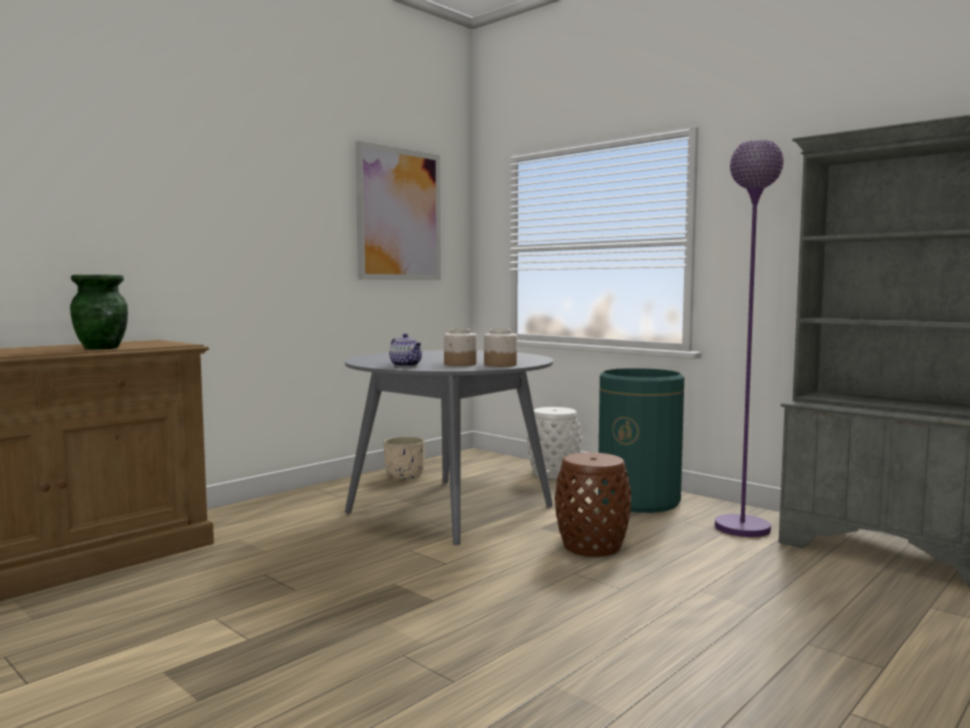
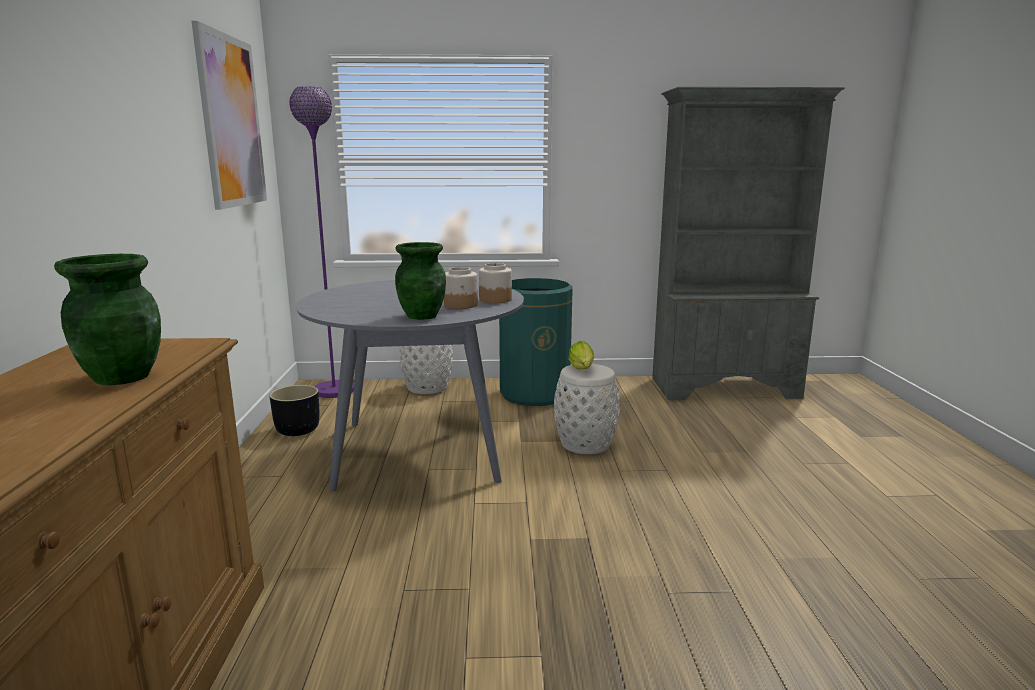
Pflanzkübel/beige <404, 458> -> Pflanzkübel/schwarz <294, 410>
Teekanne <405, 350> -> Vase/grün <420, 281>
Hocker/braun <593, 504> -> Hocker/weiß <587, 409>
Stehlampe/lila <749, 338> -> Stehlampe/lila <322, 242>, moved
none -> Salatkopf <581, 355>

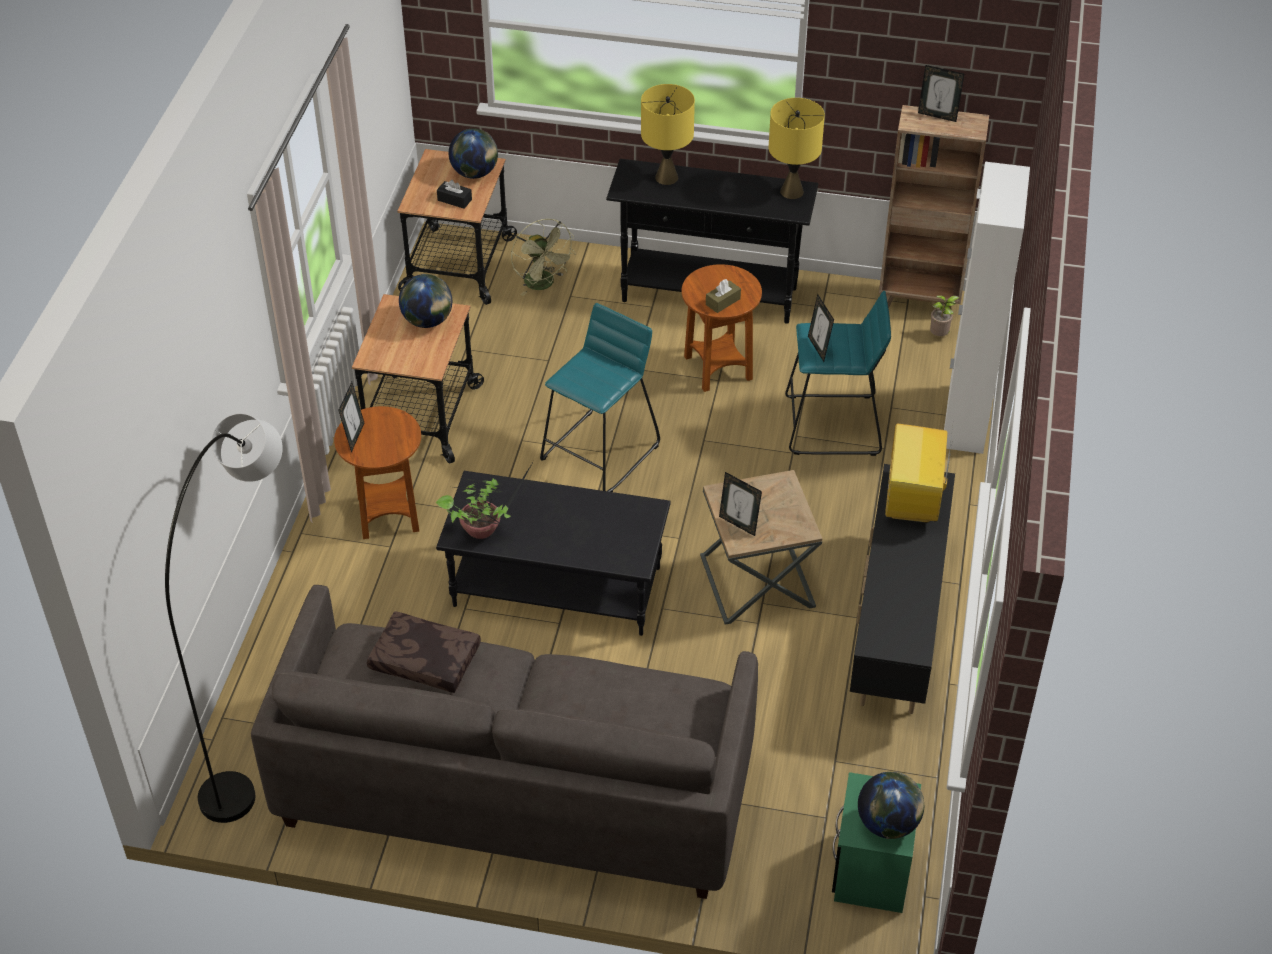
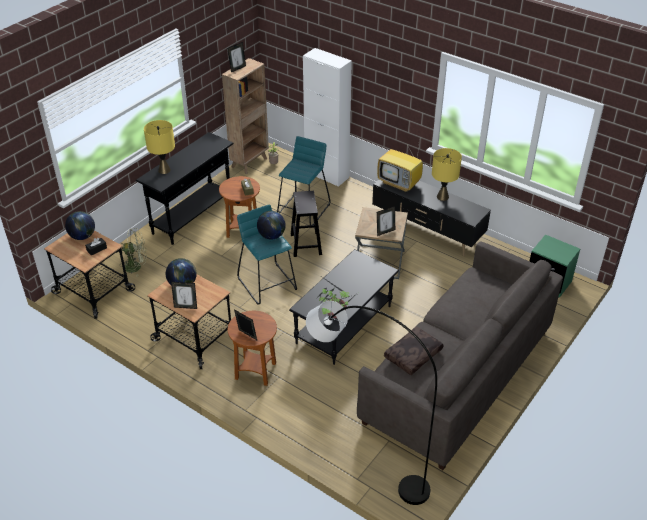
Tischlampe/gelb <797, 148> -> Tischlampe/gelb <447, 174>, moved
Bilderrahmen <821, 328> -> Bilderrahmen <184, 295>, moved
Globus <891, 805> -> Globus <271, 225>, moved
none -> Hocker/schwarz <306, 224>

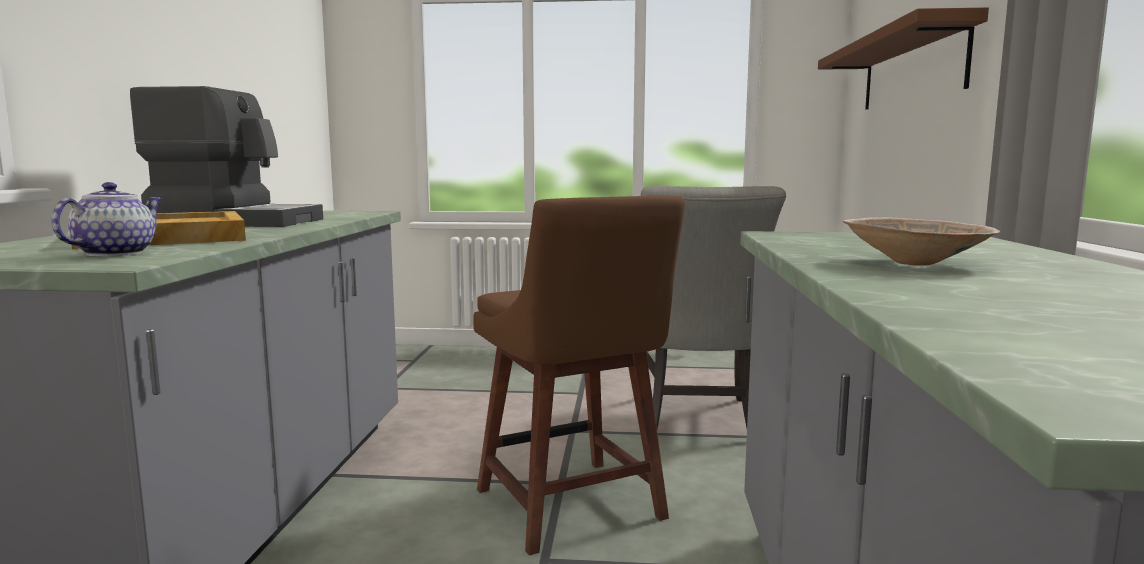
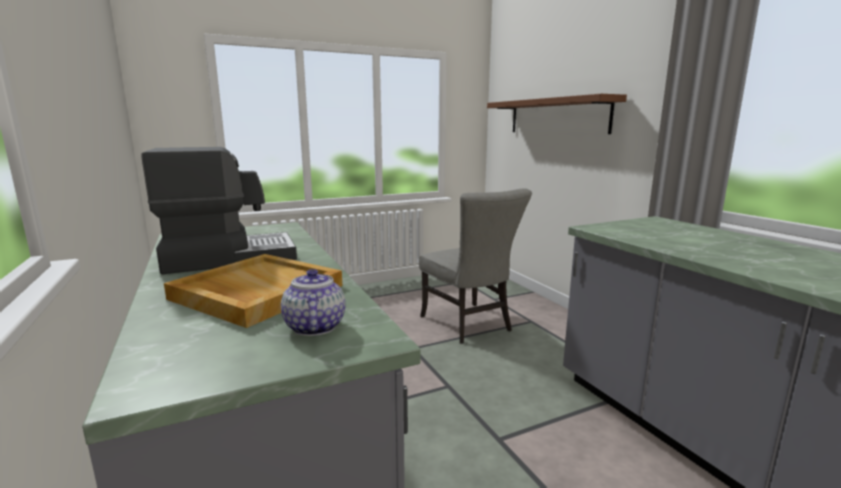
Hocker/braun <579, 375> -> none
Schüssel/beige <921, 241> -> none

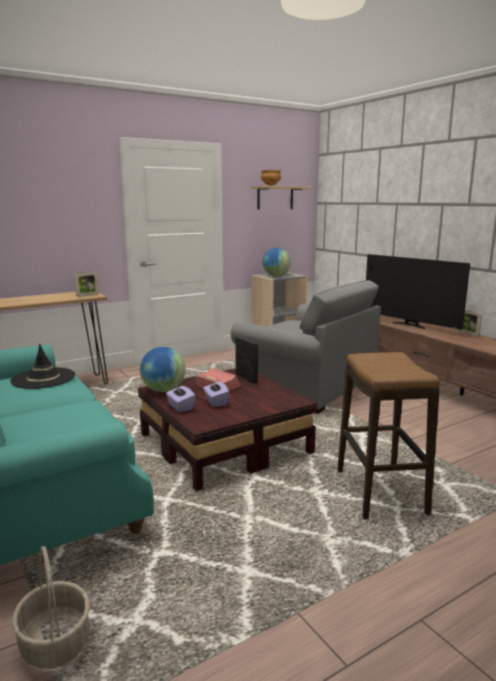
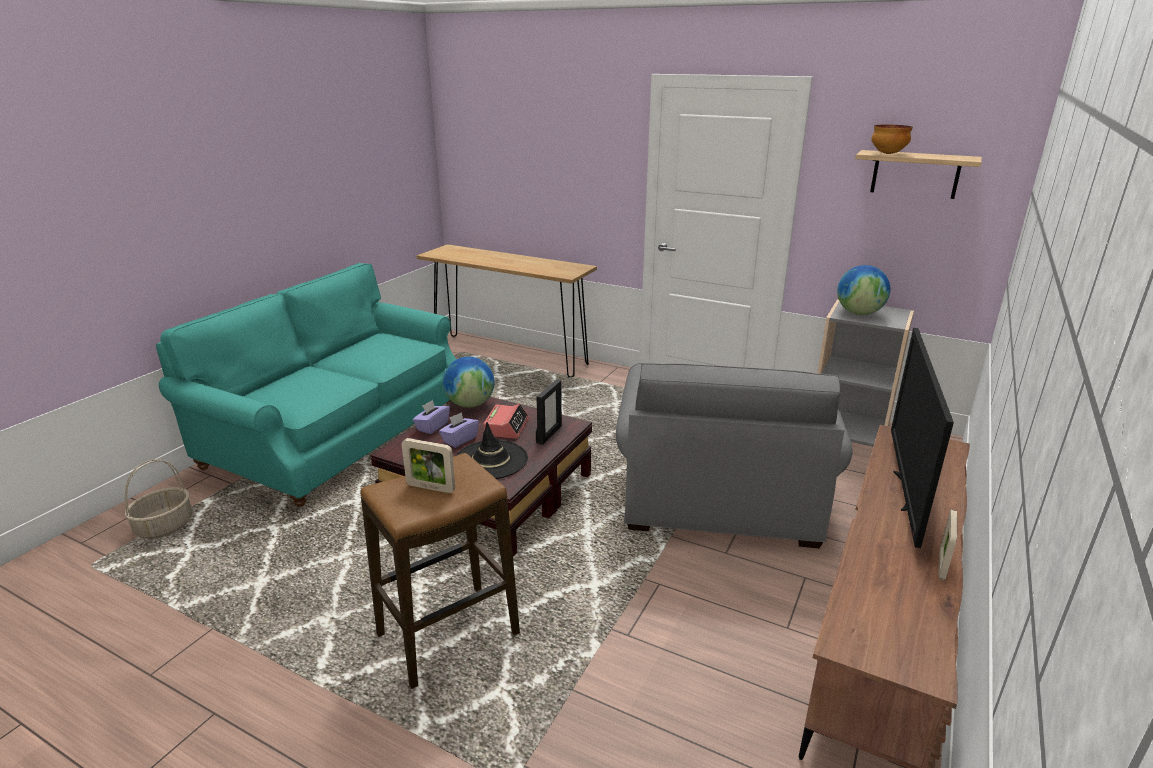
Hut/schwarz <42, 366> -> Hut/schwarz <492, 450>, moved
Bilderrahmen <86, 284> -> Bilderrahmen <428, 465>, moved

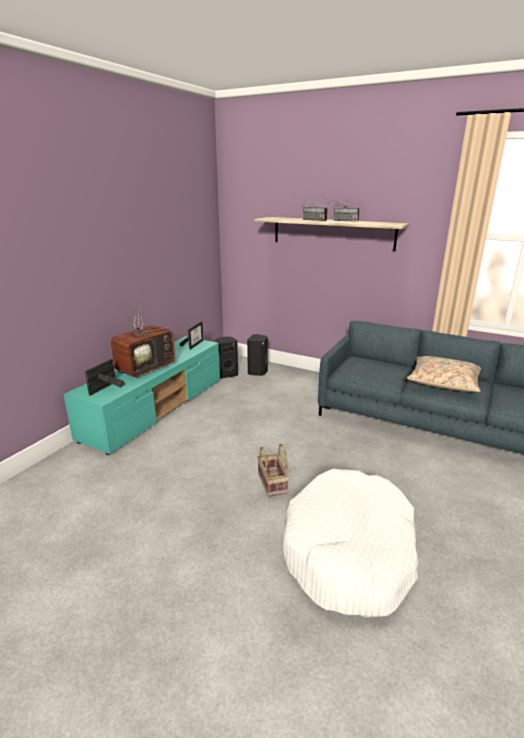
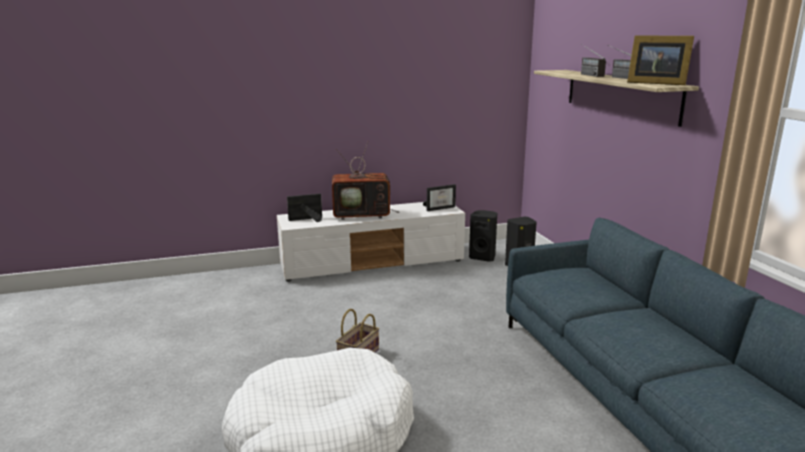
Fernsehschrank/türkis <141, 395> -> Fernsehschrank/weiß <371, 242>
Kissen/beige <444, 374> -> none
none -> Bilderrahmen <660, 60>

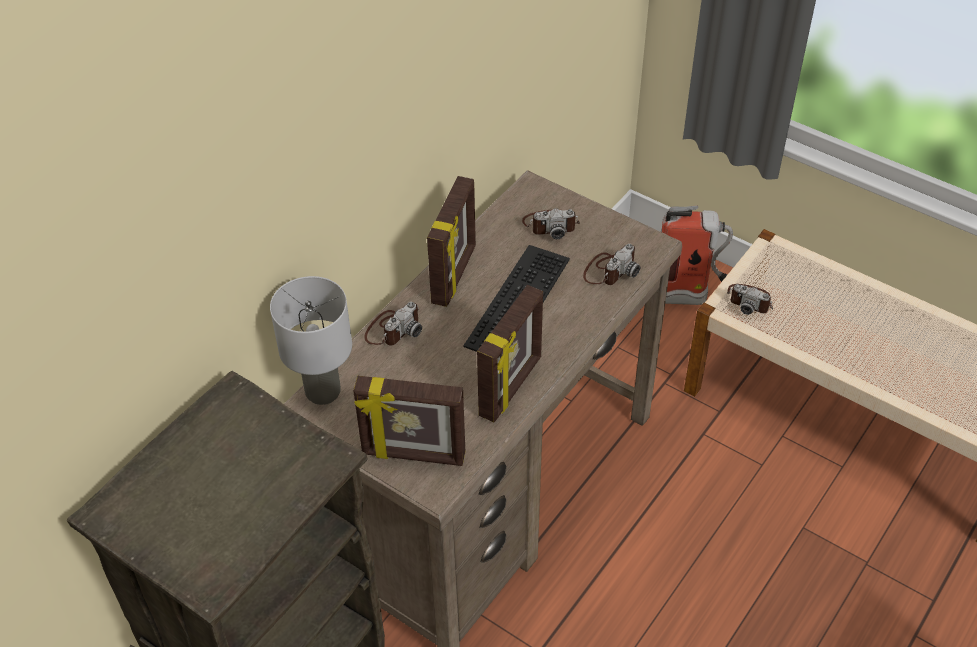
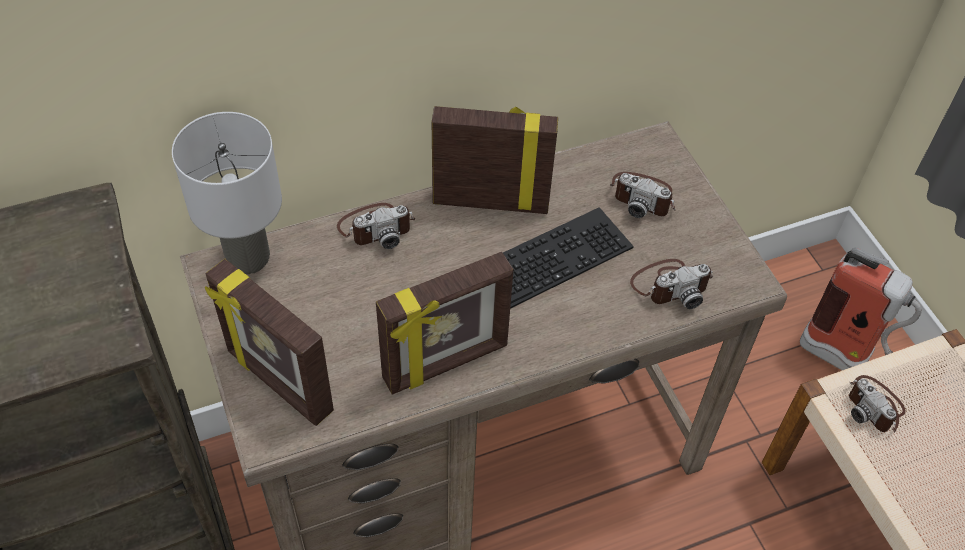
Bilderrahmen <451, 241> -> Bilderrahmen <495, 160>, 135 degrees counterclockwise

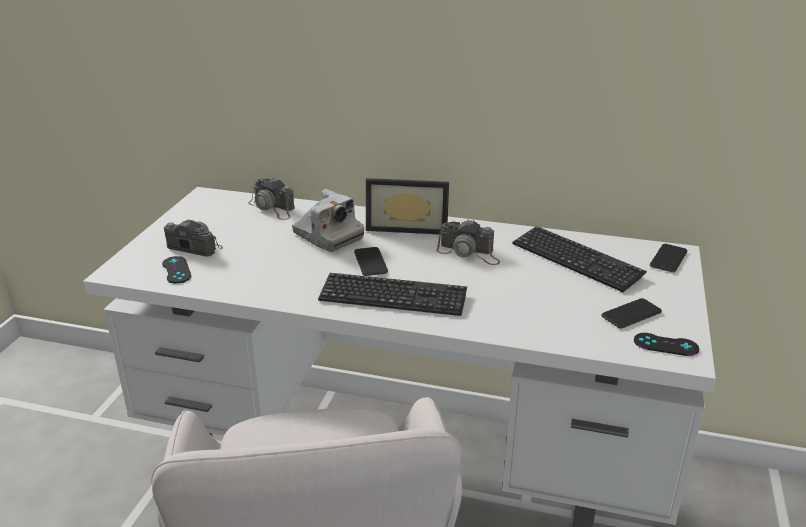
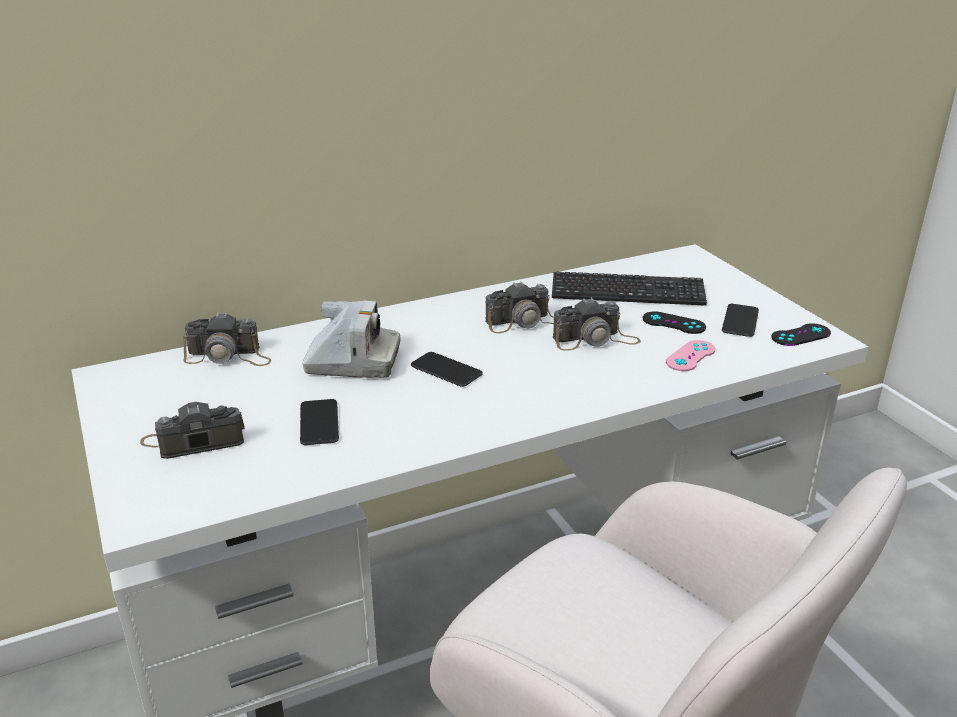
Gamepad/schwarz <176, 270> -> Gamepad/schwarz <674, 322>, moved
Tastatur <392, 294> -> none
Bilderrahmen <407, 206> -> none
Handy <668, 258> -> Handy <319, 422>, moved
none -> Kamera <597, 324>
none -> Gamepad/rosa <690, 355>

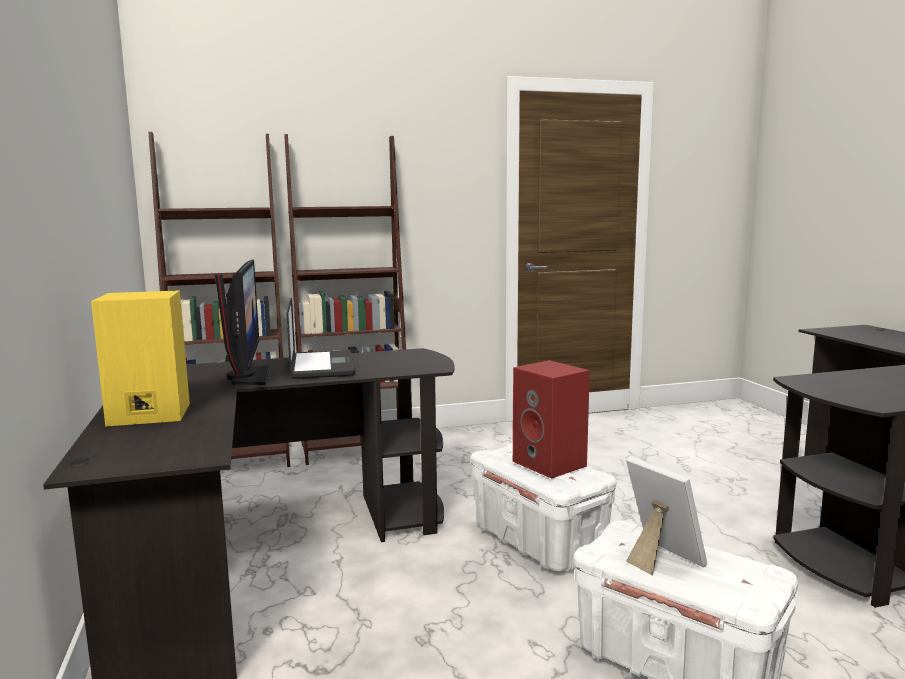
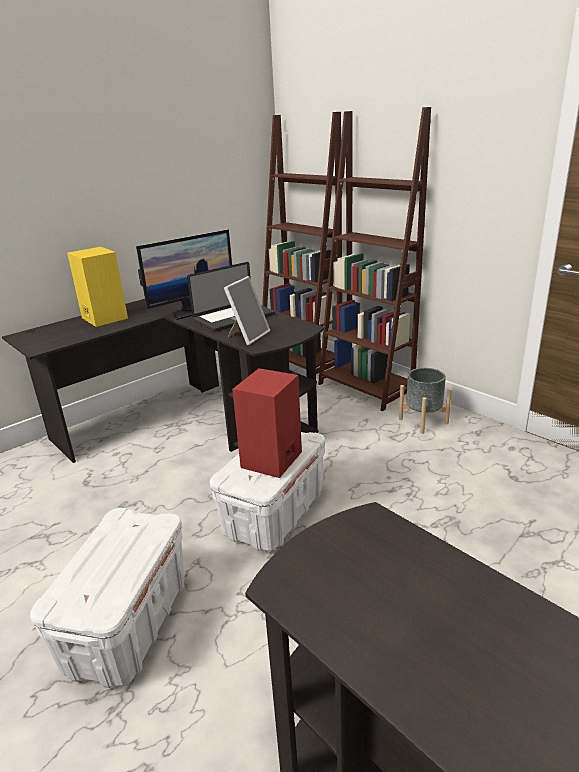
Bilderrahmen <666, 516> -> Bilderrahmen <247, 310>, moved
none -> Pflanzkübel/grau <425, 401>

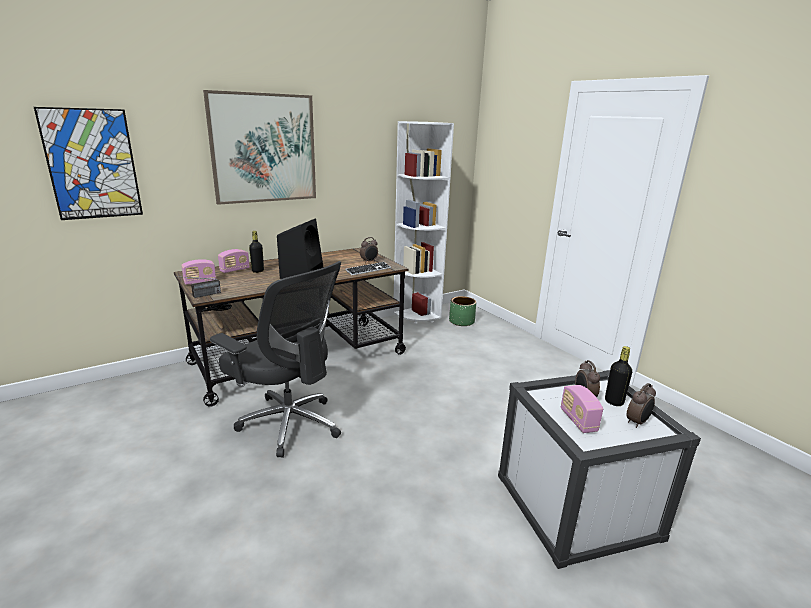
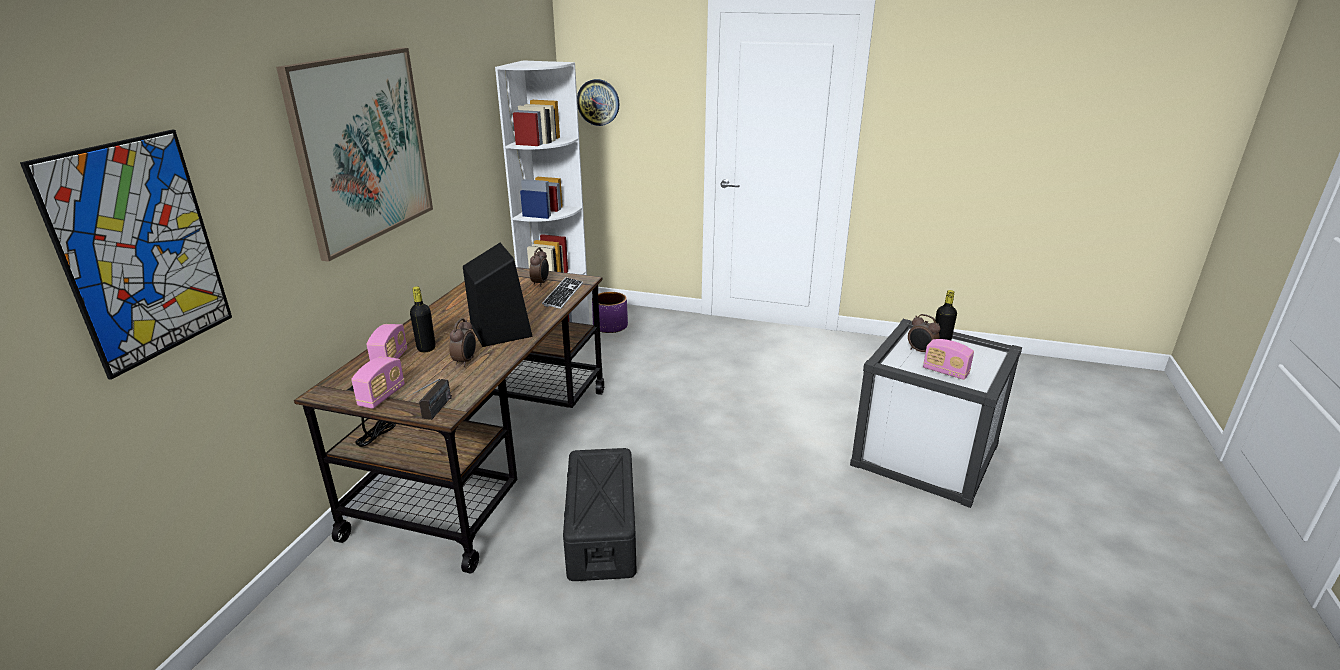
Bürostuhl <275, 359> -> Aufbewahrungsbox/schwarz <600, 514>
Pflanzkübel/grün <462, 311> -> Pflanzkübel/lila <610, 312>
Wecker <641, 405> -> Wecker <462, 342>, moved
none -> Wanduhr <598, 102>

